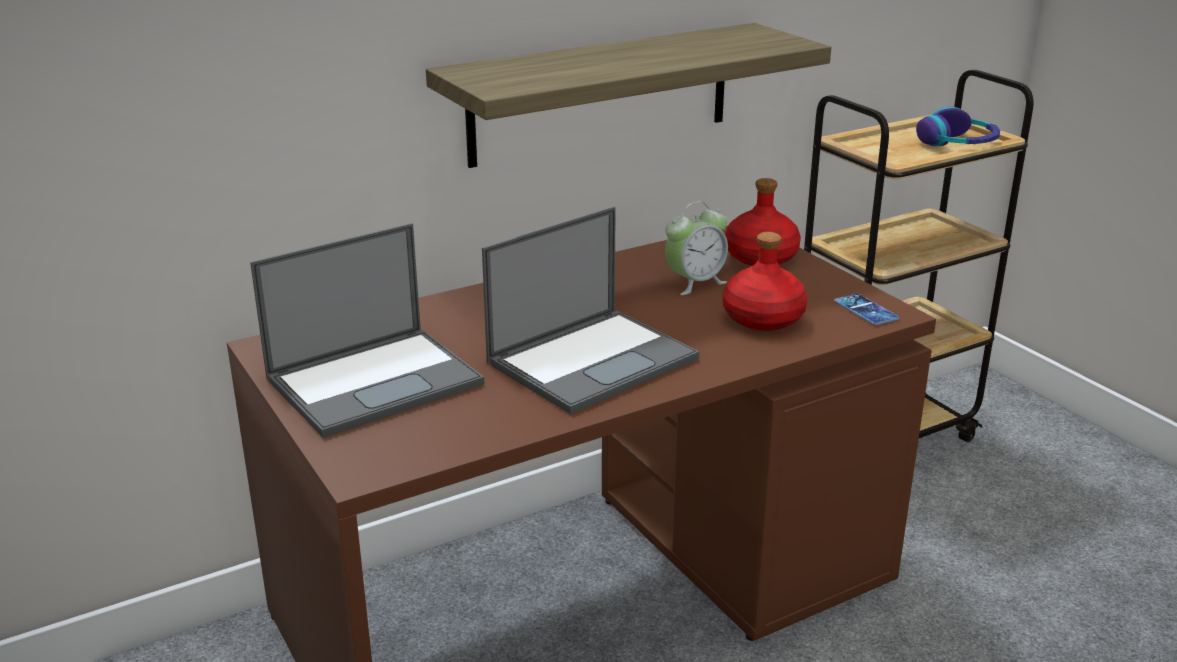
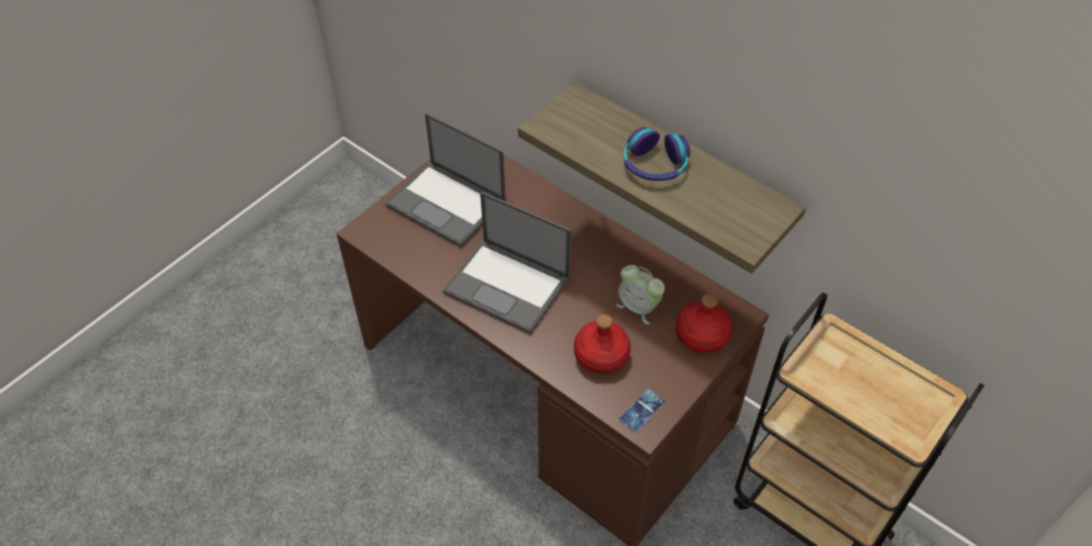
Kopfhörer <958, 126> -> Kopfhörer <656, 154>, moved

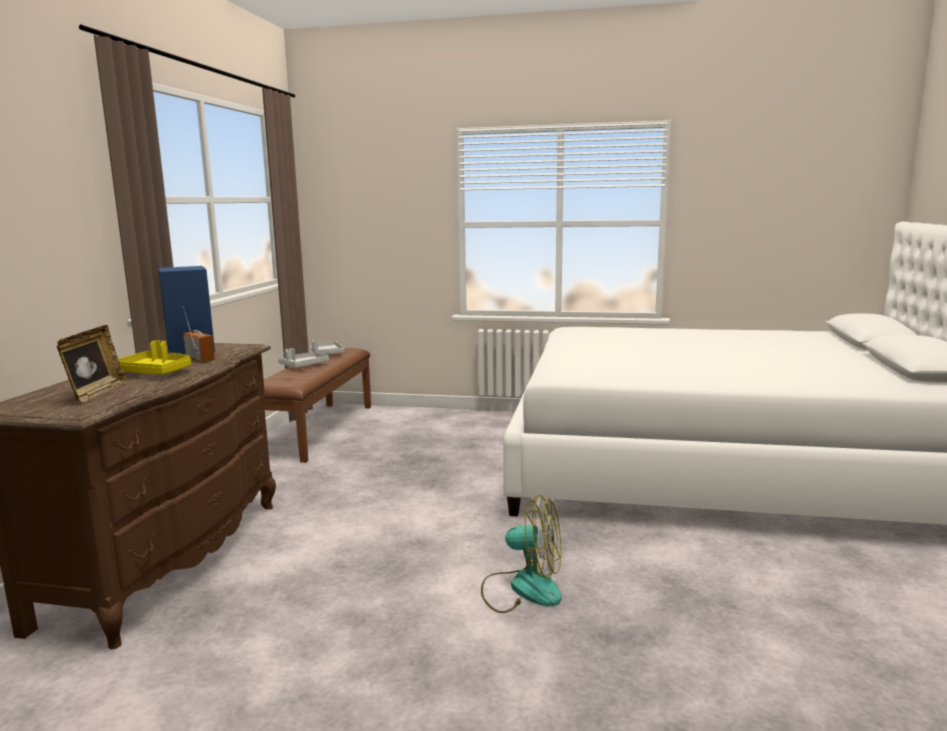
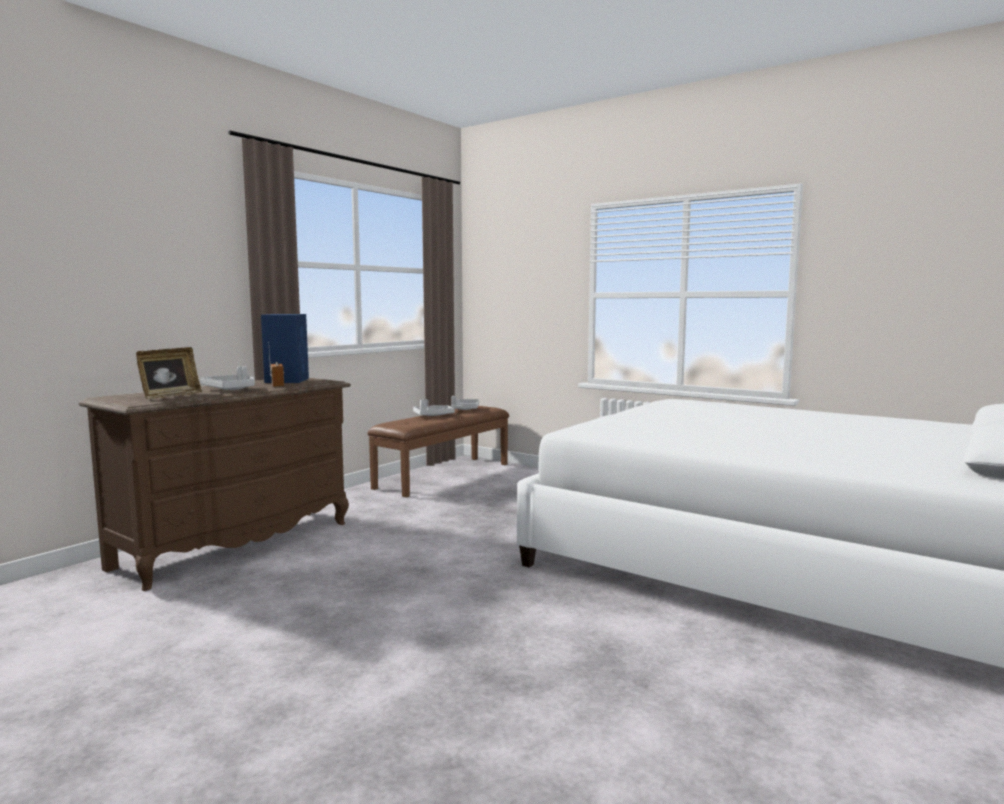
Tablett/gelb <154, 357> -> Tablett/grau <228, 378>
Ventilator <521, 554> -> none

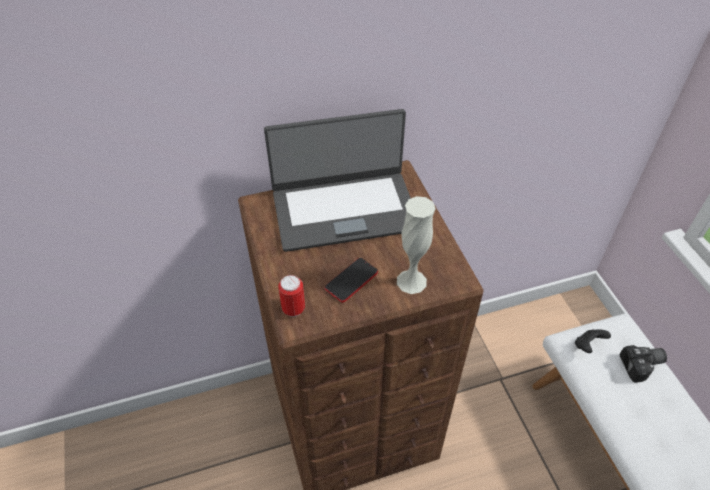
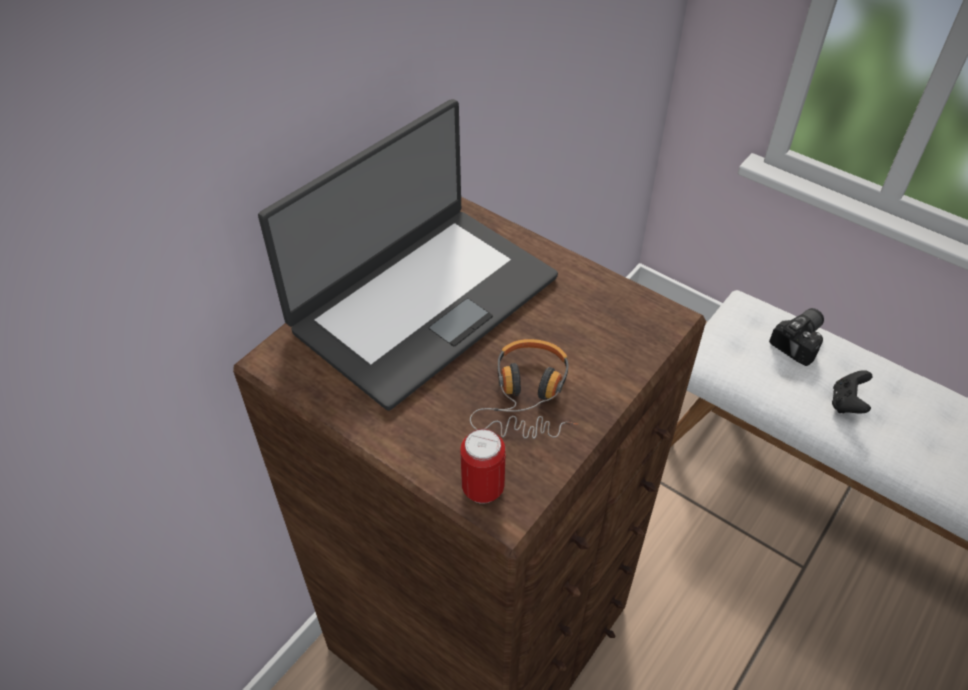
Handy <351, 280> -> Kopfhörer <524, 389>
Vase/weiß <416, 245> -> none
Gamepad/schwarz <593, 341> -> Gamepad/schwarz <852, 392>, moved

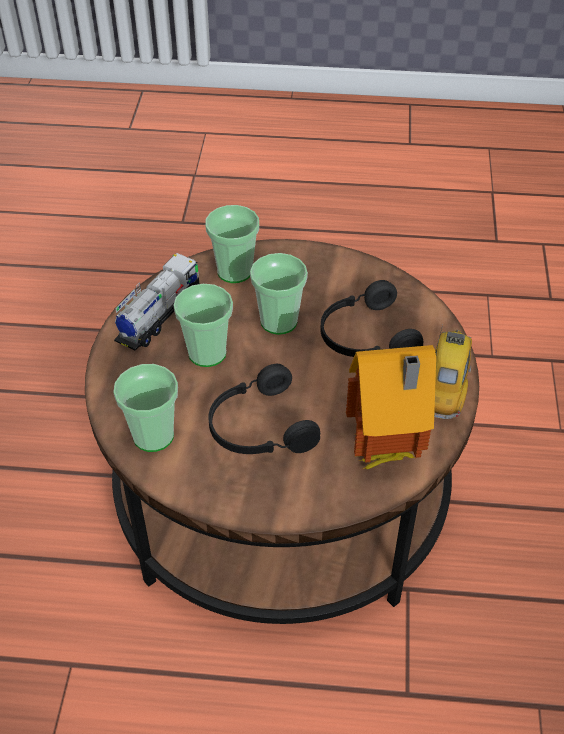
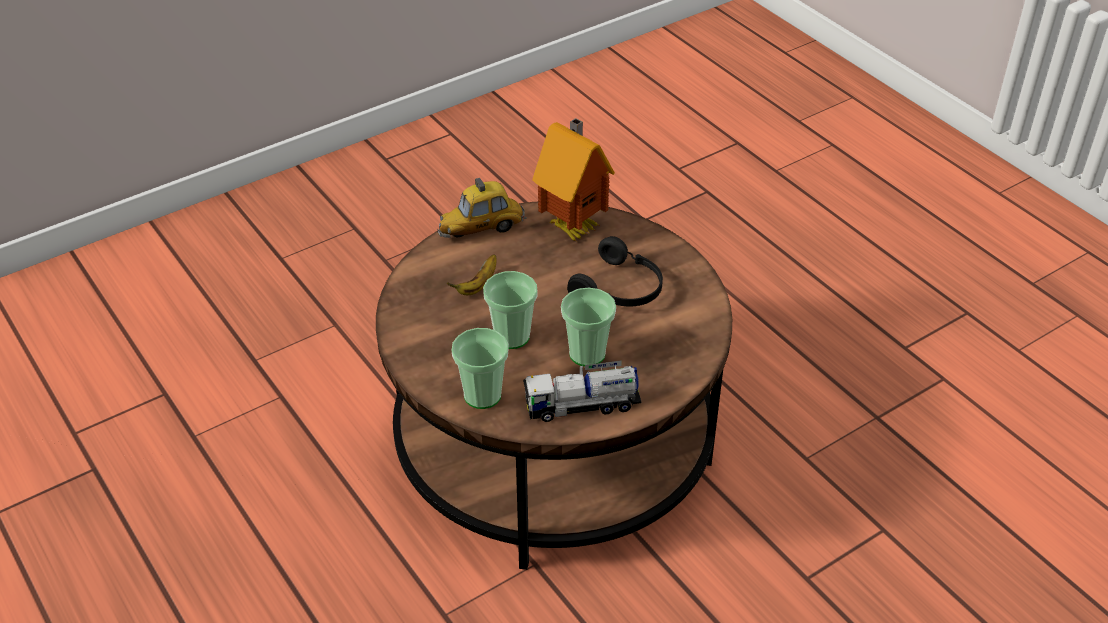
Tasse <145, 408> -> none
Kopfhörer/schwarz <372, 318> -> Banane <471, 274>

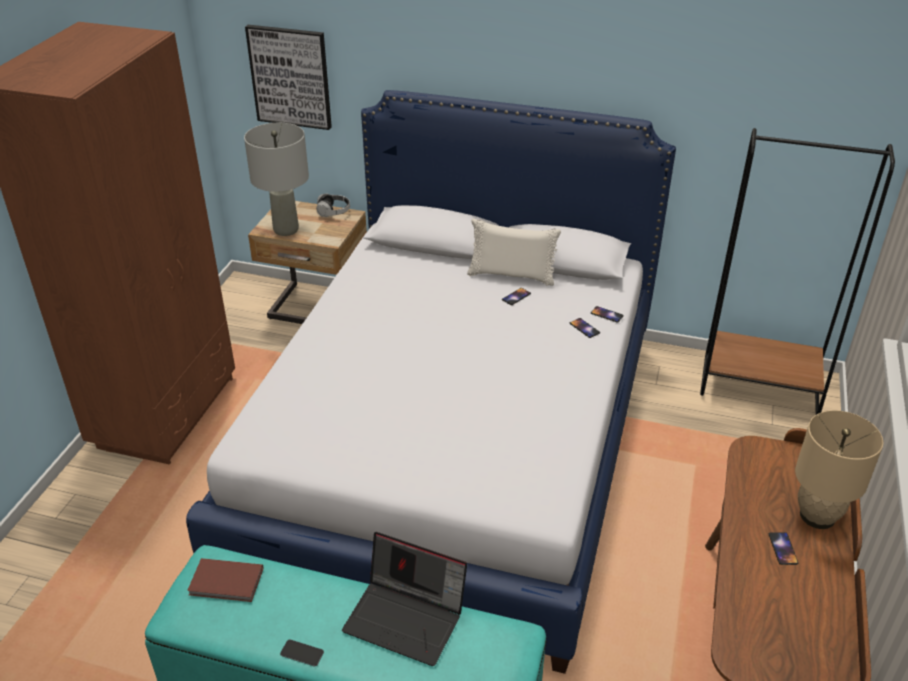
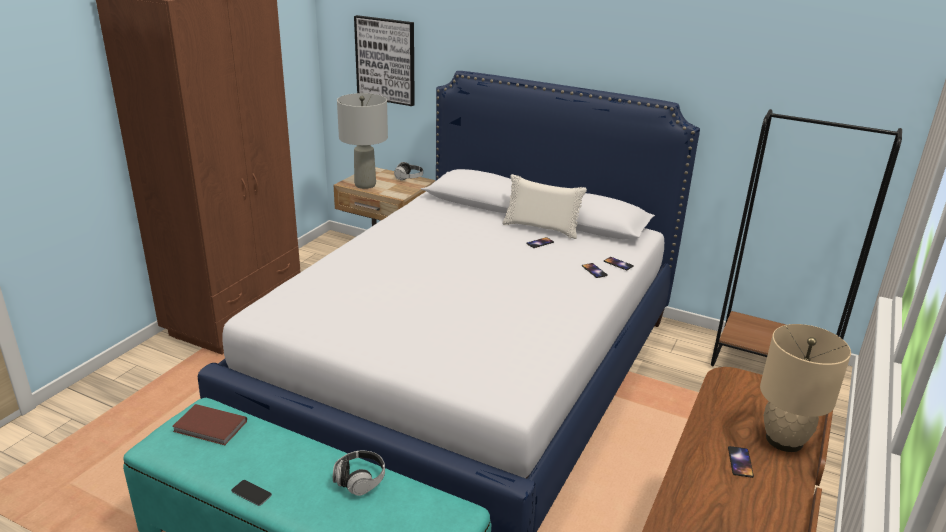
Laptop <404, 599> -> Kopfhörer <359, 473>

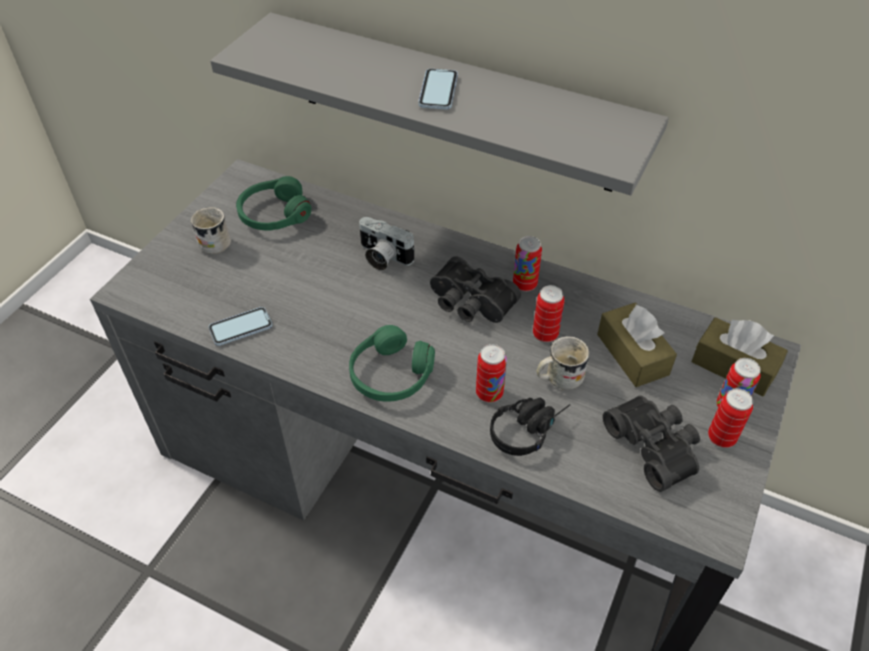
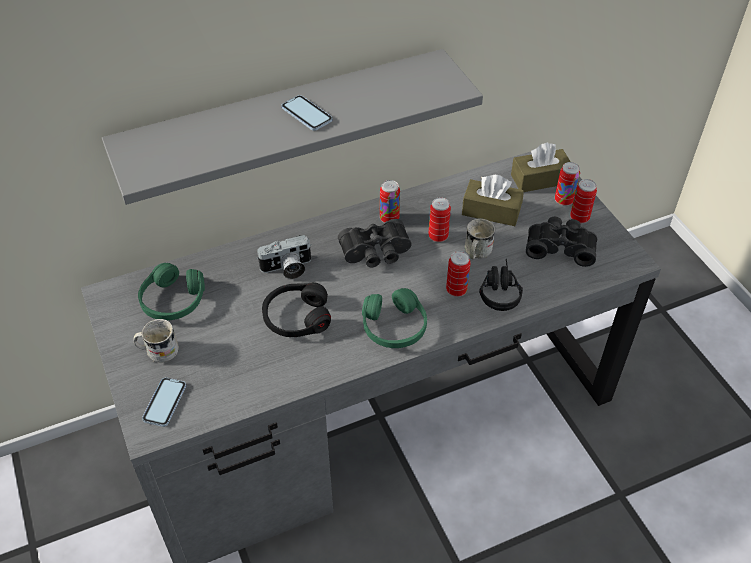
Handy <240, 326> -> Handy <164, 402>, moved
none -> Kopfhörer/schwarz <296, 309>

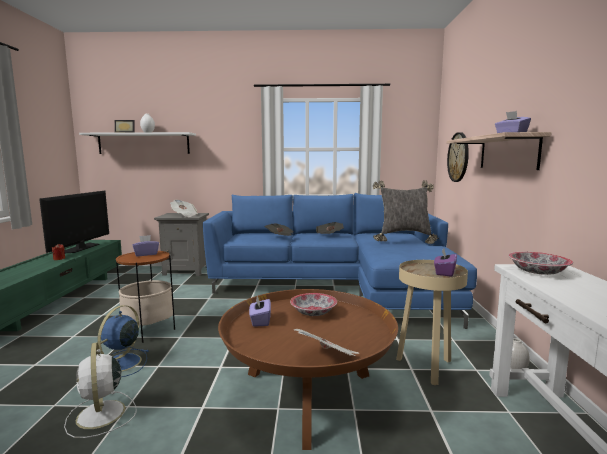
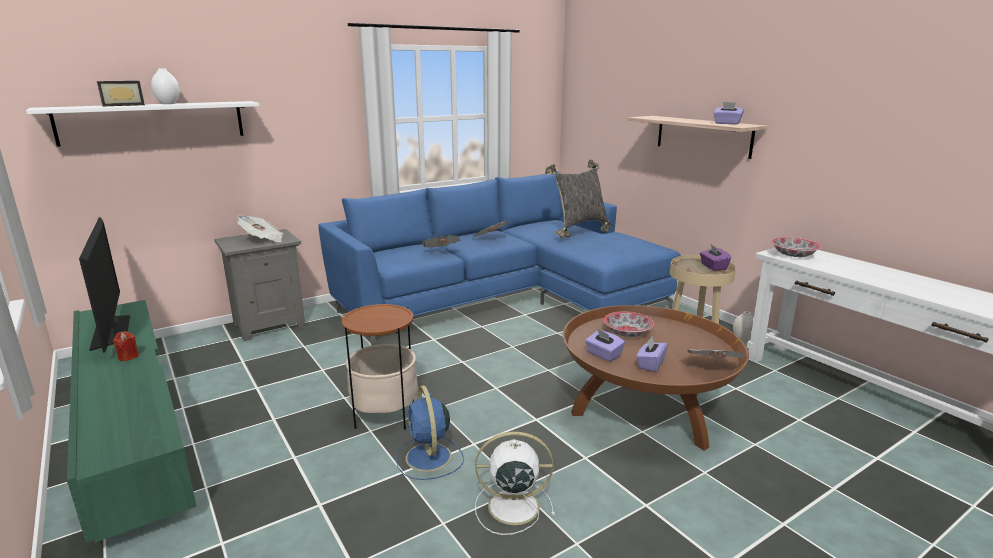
Ventilator/weiß <100, 390> -> Ventilator/weiß <515, 483>, 150 degrees clockwise
Taschentuchbox/lila <145, 245> -> Taschentuchbox/lila <652, 354>, moved
Wanduhr <458, 157> -> none

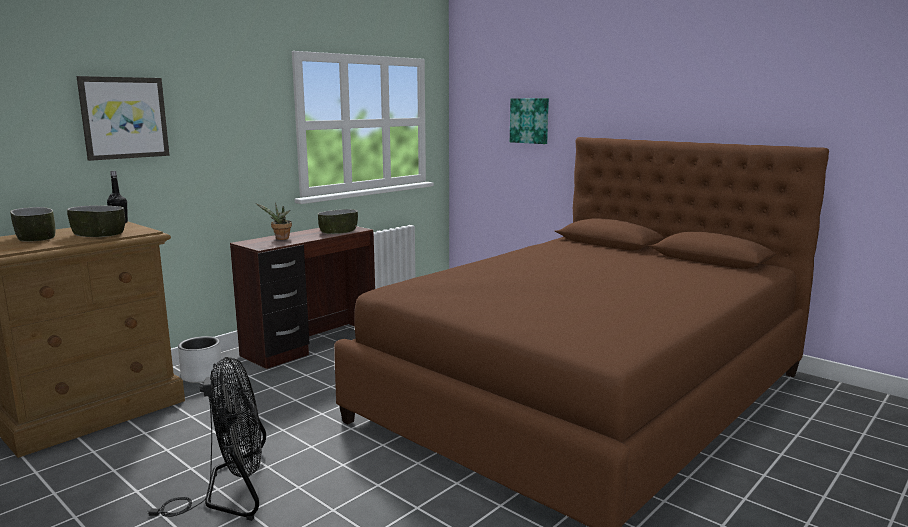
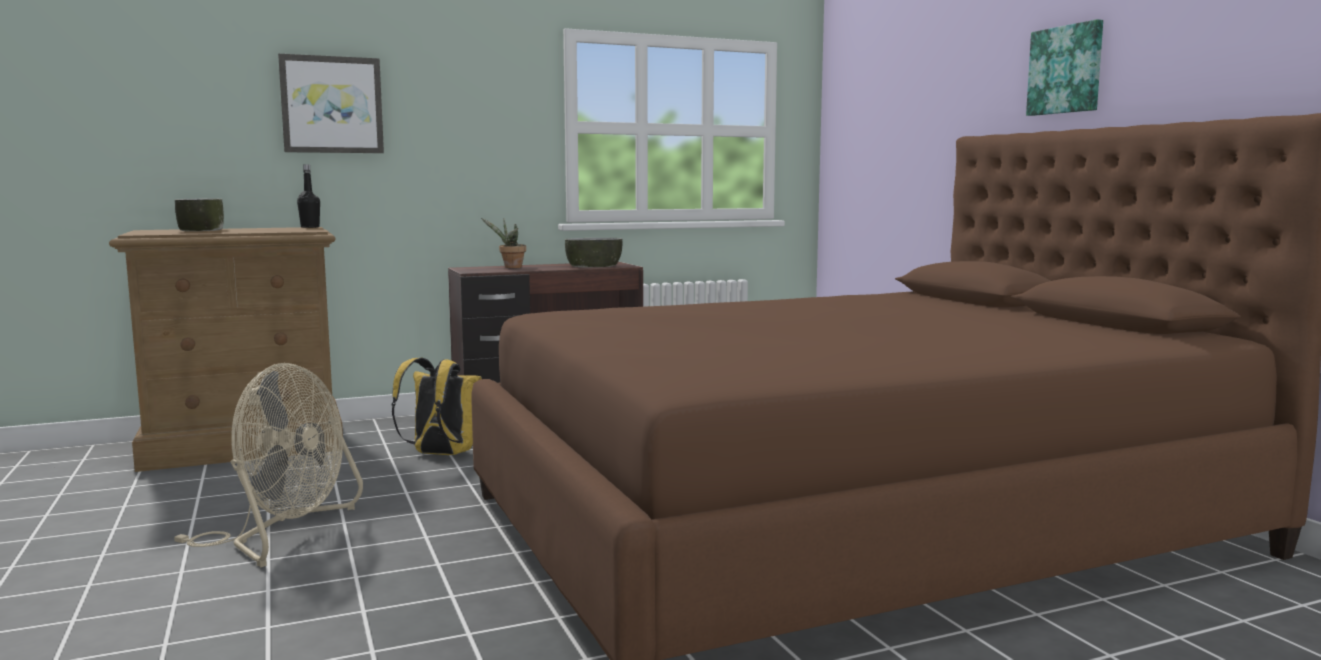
Schüssel <96, 221> -> none
Ventilator/schwarz <207, 439> -> Ventilator/beige <268, 465>
Pflanzkübel/weiß <200, 359> -> none
Bild <529, 121> -> Bild <1064, 67>, moved
none -> Rucksack/gelb <437, 406>

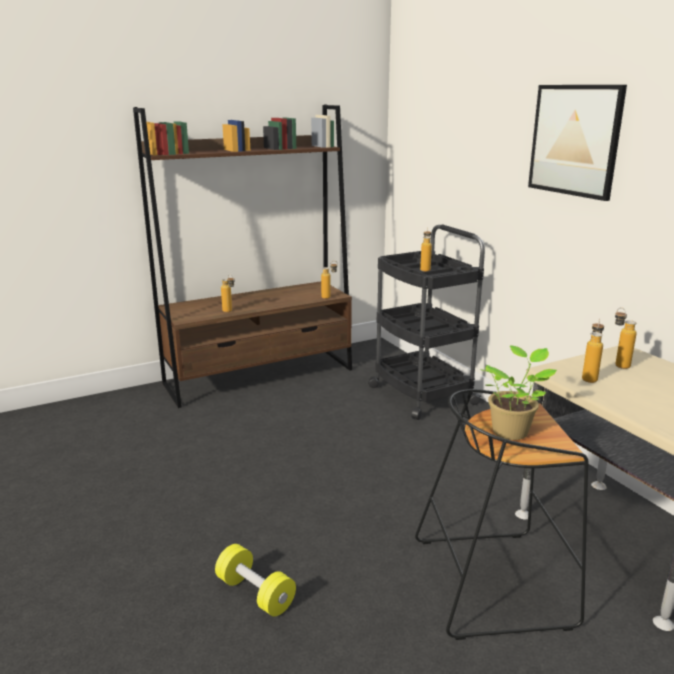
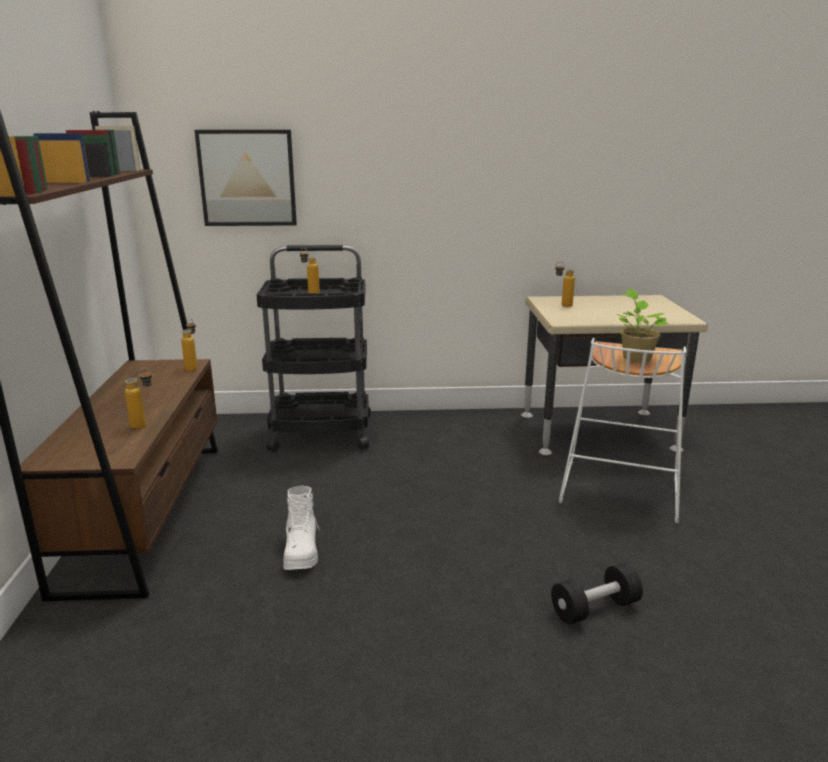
Hantel/gelb <255, 580> -> Hantel/schwarz <597, 593>
Hocker/schwarz <501, 514> -> Hocker/weiß <622, 430>
Bild <577, 143> -> Bild <245, 178>, moved
Flasche <593, 351> -> none
none -> Stiefel/weiß <301, 528>

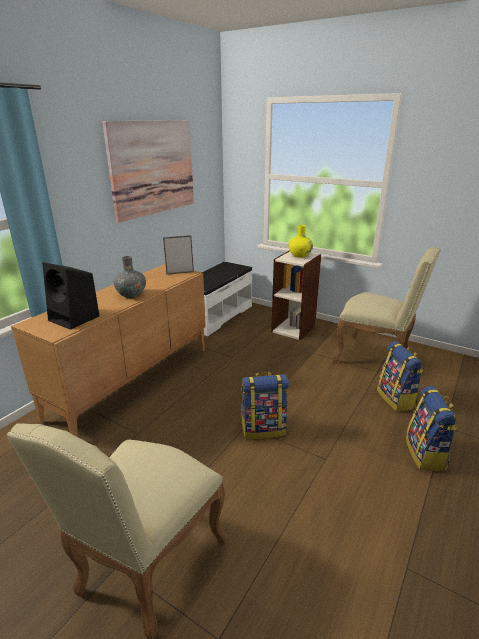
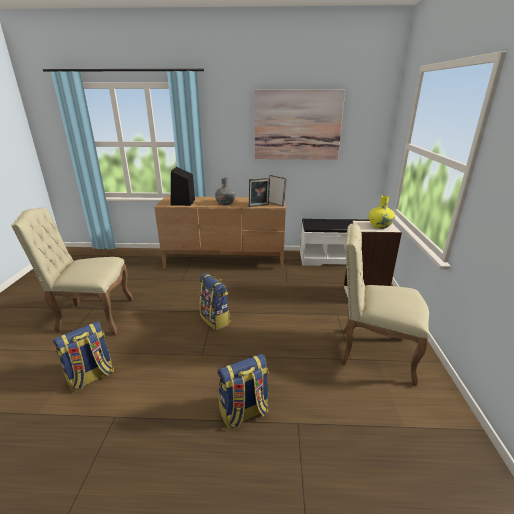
Stuhl/beige <386, 305> -> Stuhl/beige <385, 304>, 105 degrees clockwise
Rucksack <400, 377> -> Rucksack <83, 356>, moved
none -> Bilderrahmen <259, 192>

